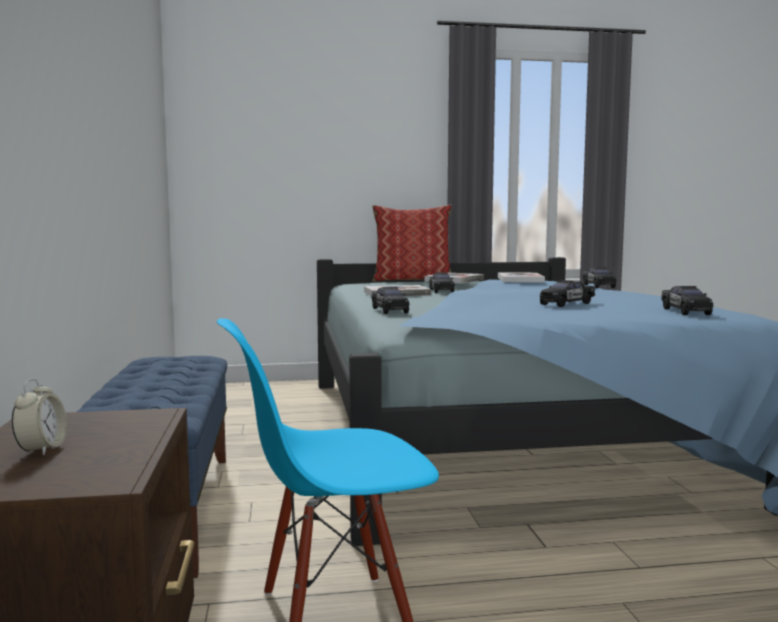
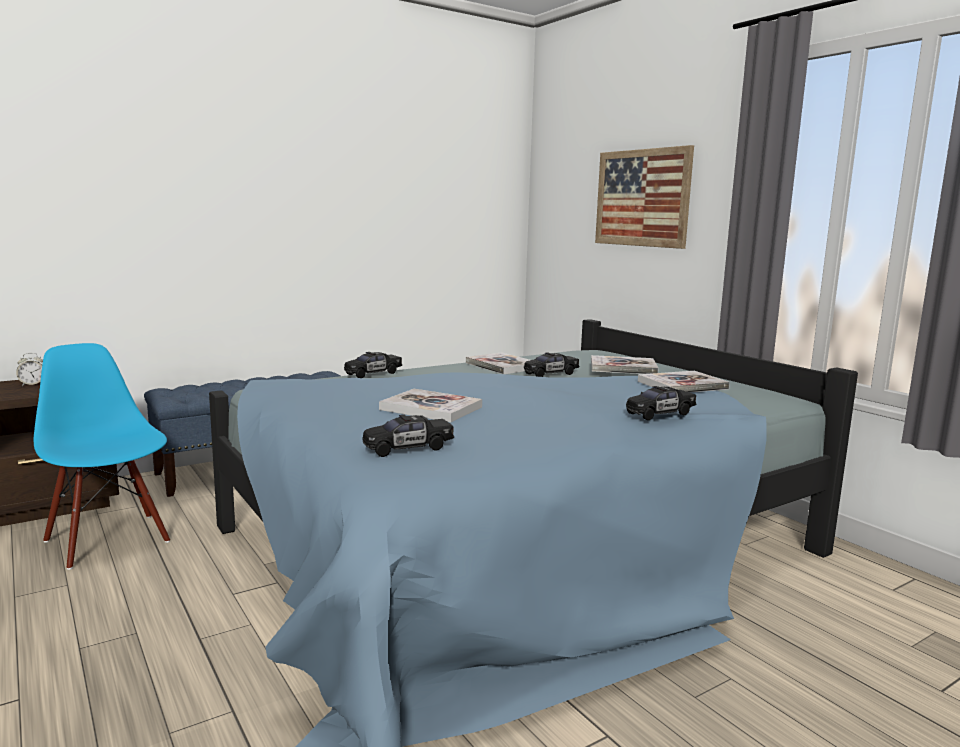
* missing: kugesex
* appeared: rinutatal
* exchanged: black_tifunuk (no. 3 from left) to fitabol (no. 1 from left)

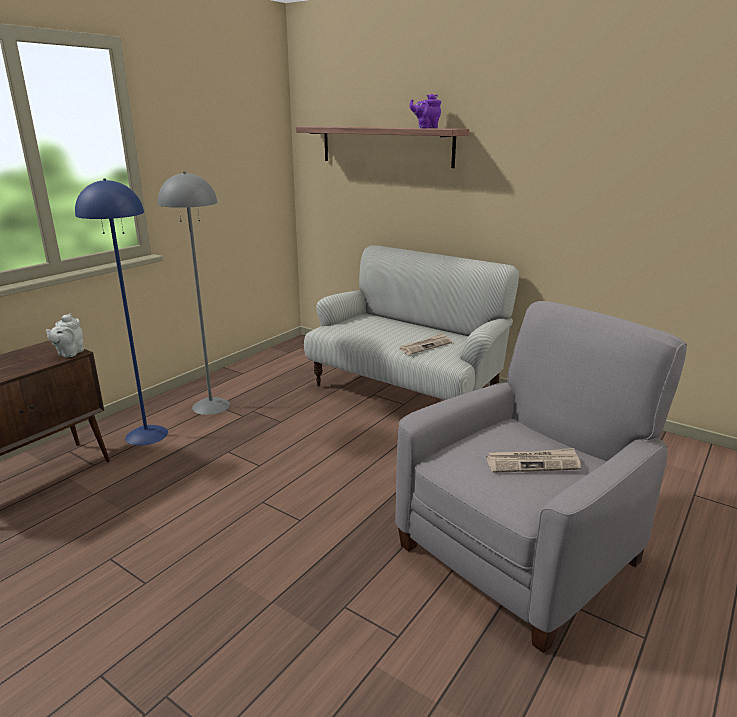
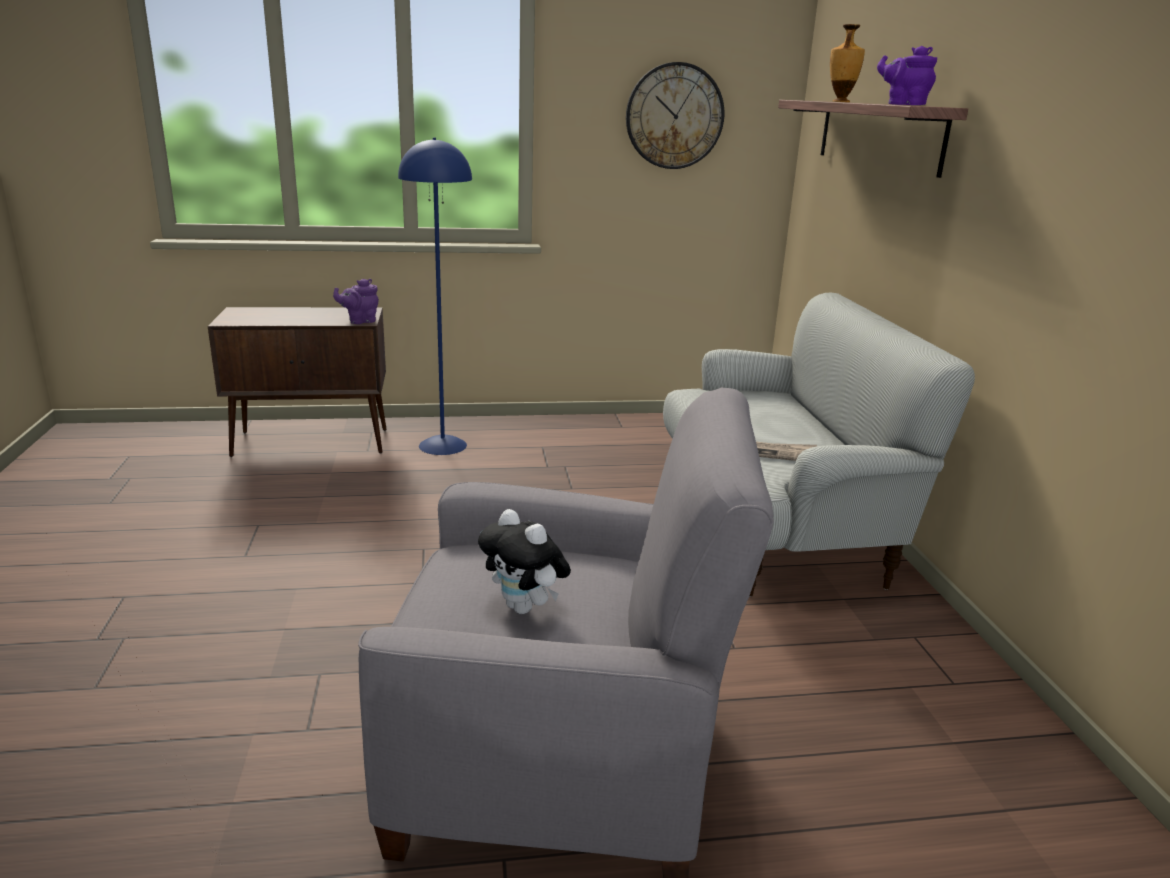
* missing: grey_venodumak
* appeared: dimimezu
* appeared: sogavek
* exchanged: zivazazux (no. 2 from left) to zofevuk
* colour: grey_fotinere to purple_fotinere (no. 1 from left)

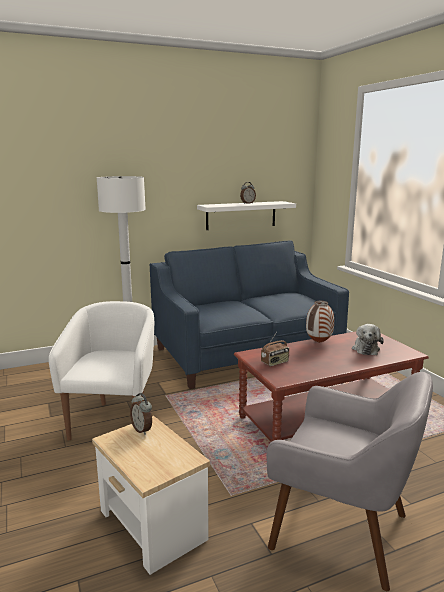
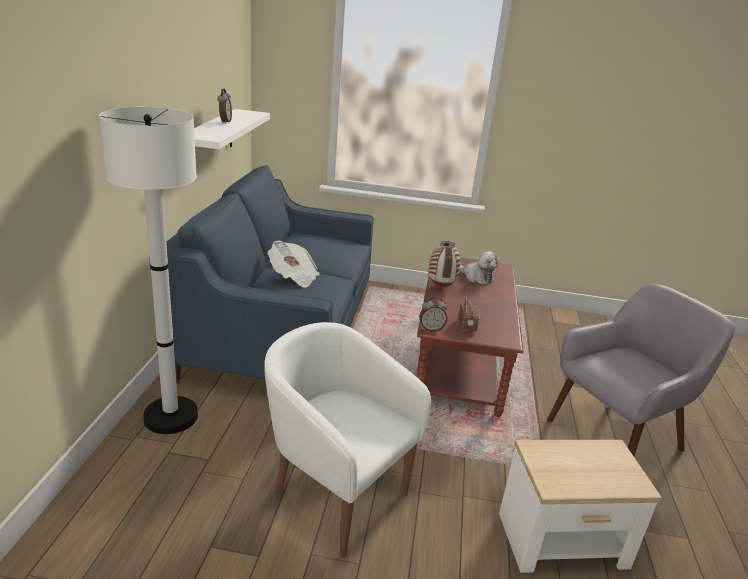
* appeared: zivazazux
* relocated: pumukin (no. 1 from left in the first image) to pumukin (no. 2 from left)

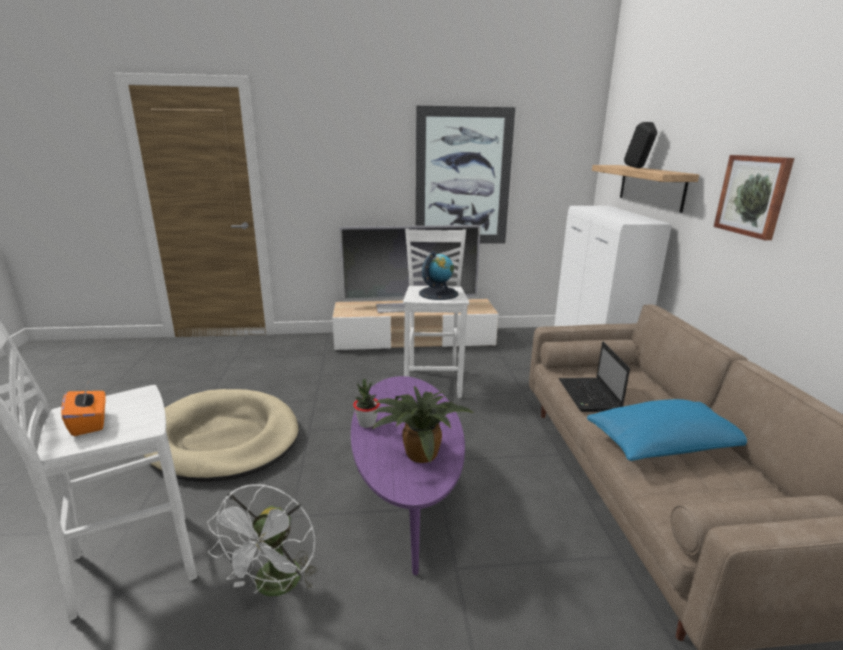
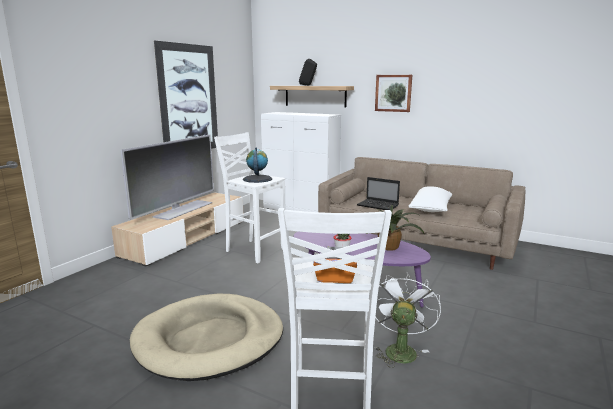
* colour: blue_kugesex to white_kugesex
* spun: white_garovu 120 degrees counterclockwise

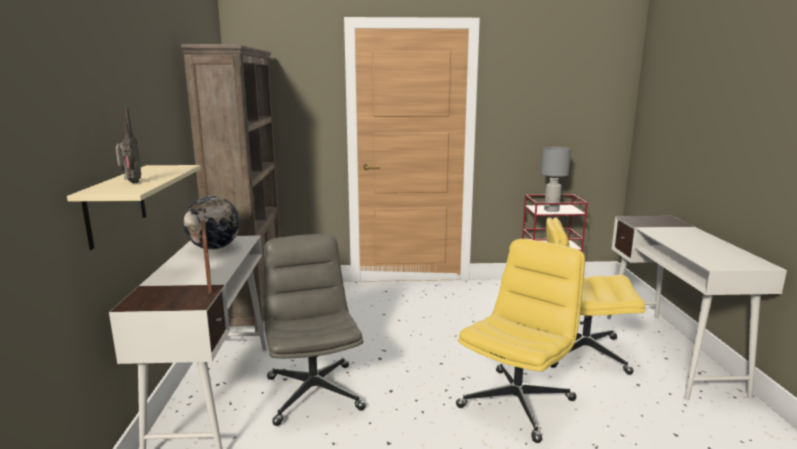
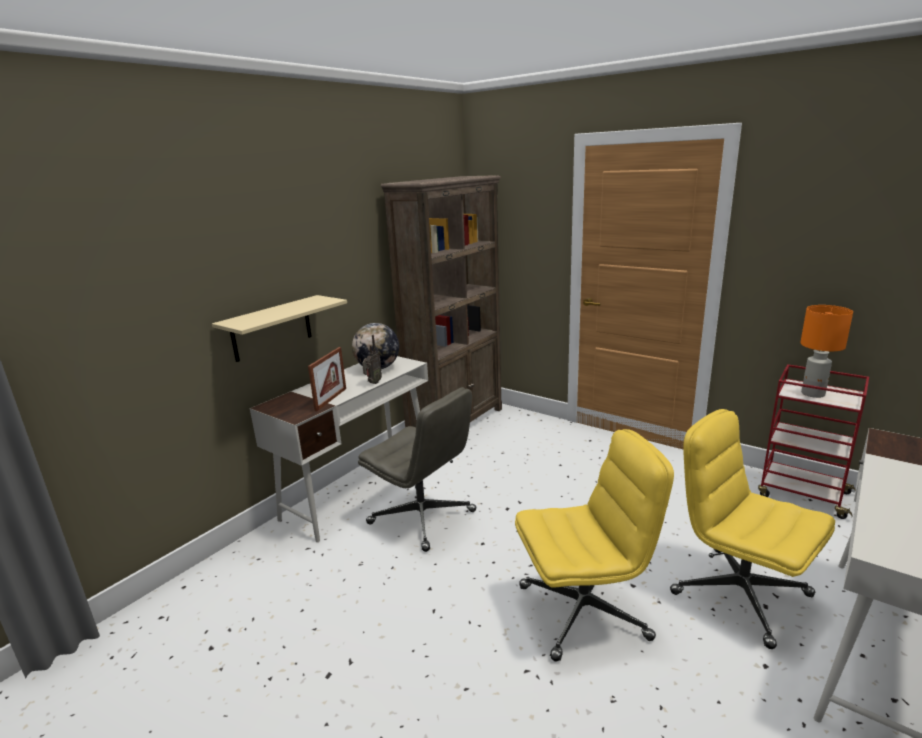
* relocated: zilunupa
* colour: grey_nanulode to orange_nanulode
* spun: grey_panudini 105 degrees clockwise

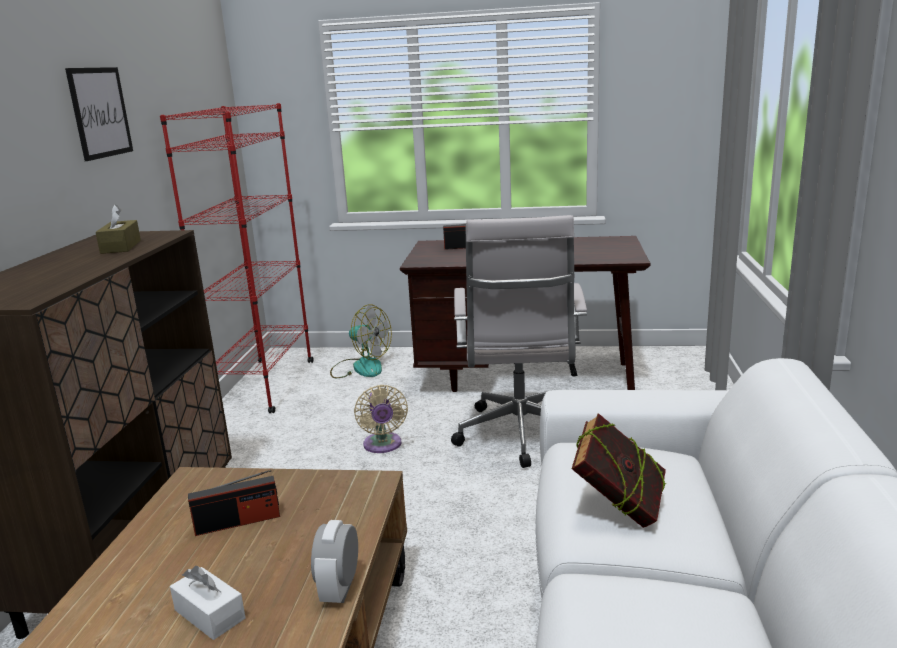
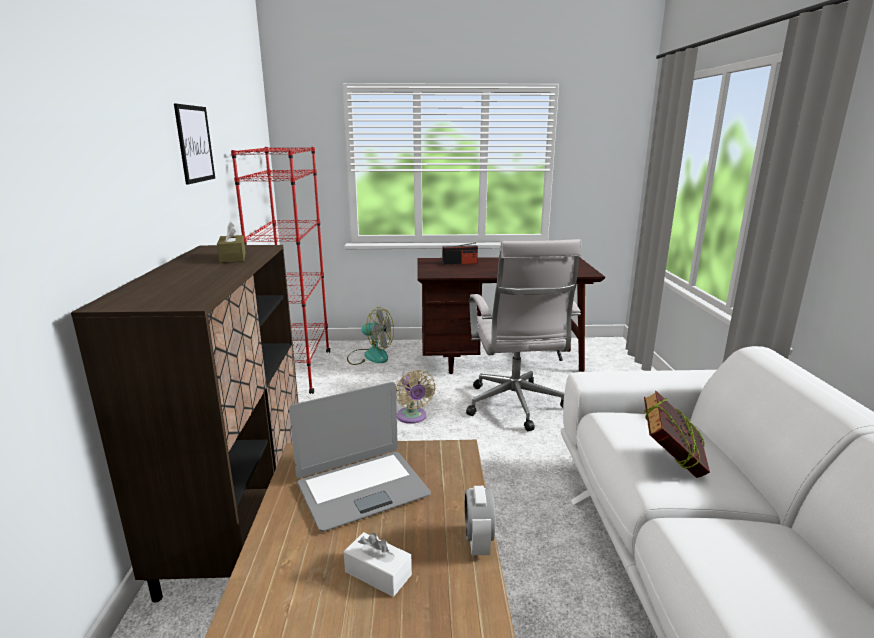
* exchanged: zilunupa (no. 1 from left) to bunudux

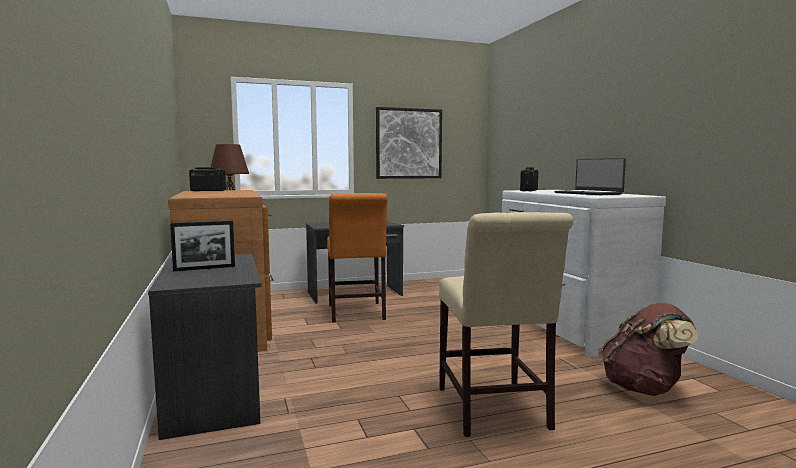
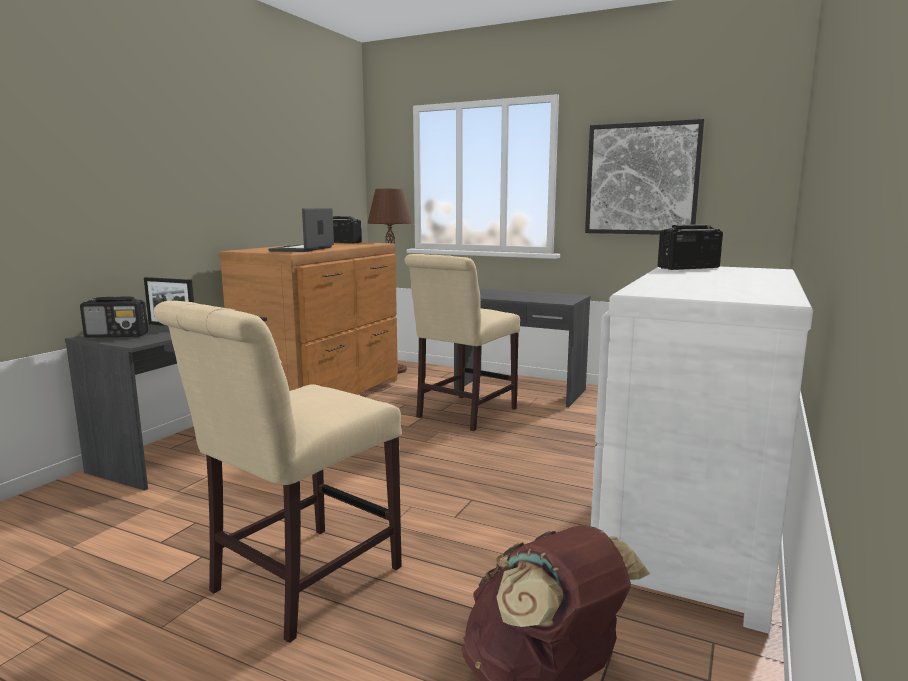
* appeared: zilunupa (no. 1 from left)
* relocated: bunudux
* colour: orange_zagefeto to beige_zagefeto (no. 2 from left)

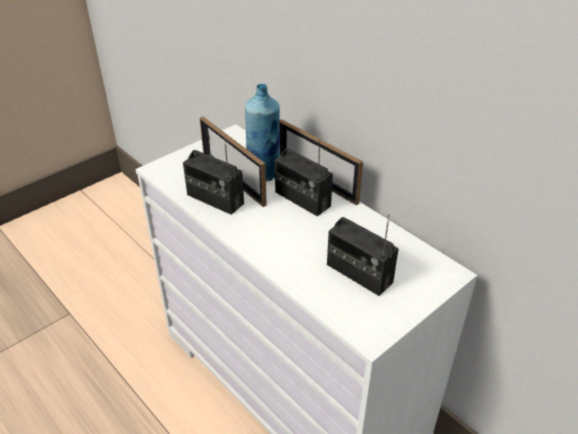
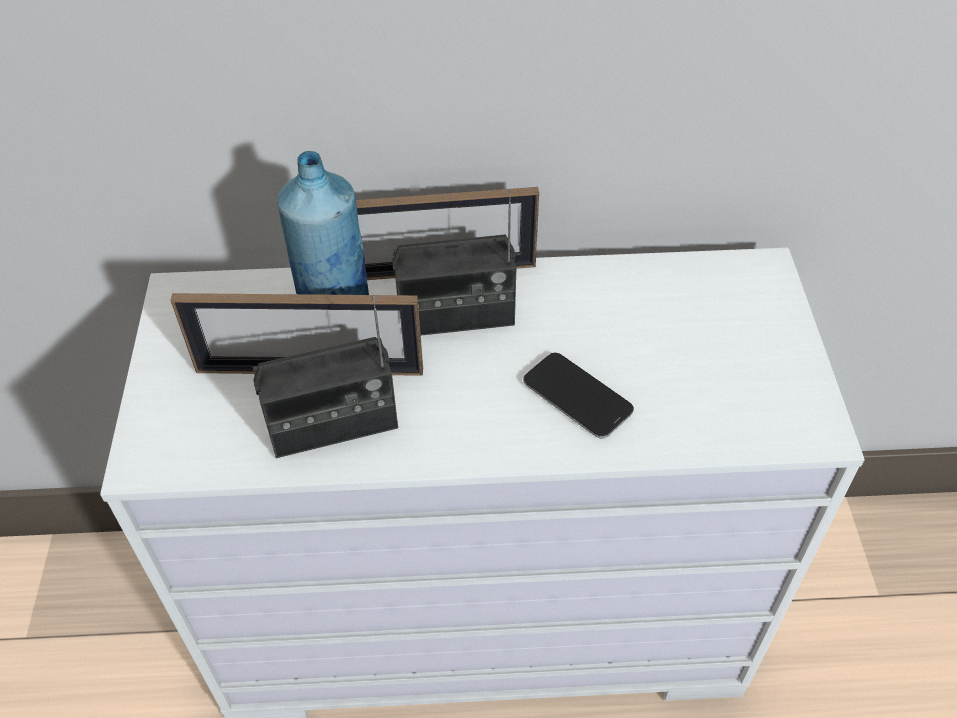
* missing: zilunupa (no. 3 from left)
* appeared: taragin

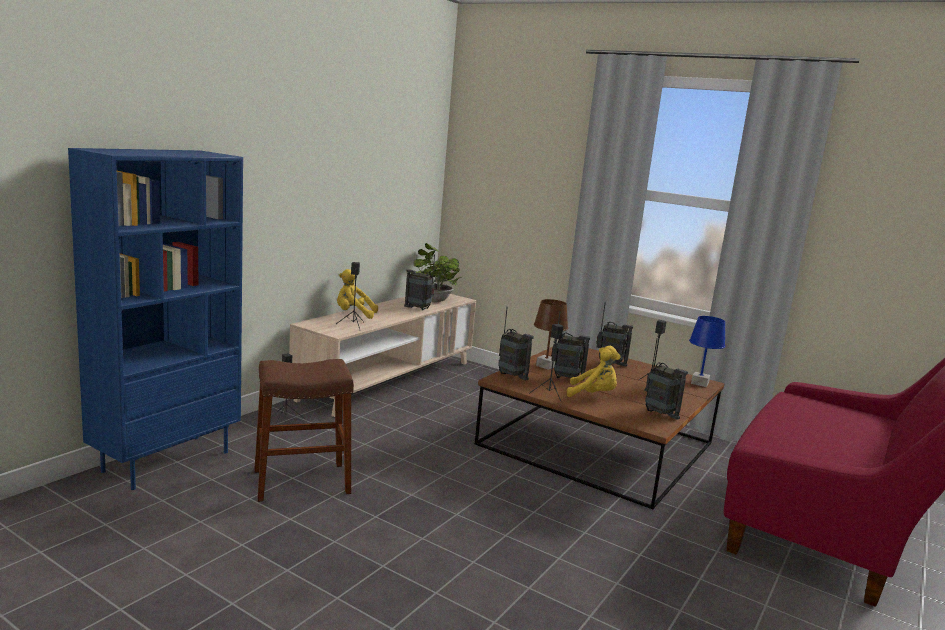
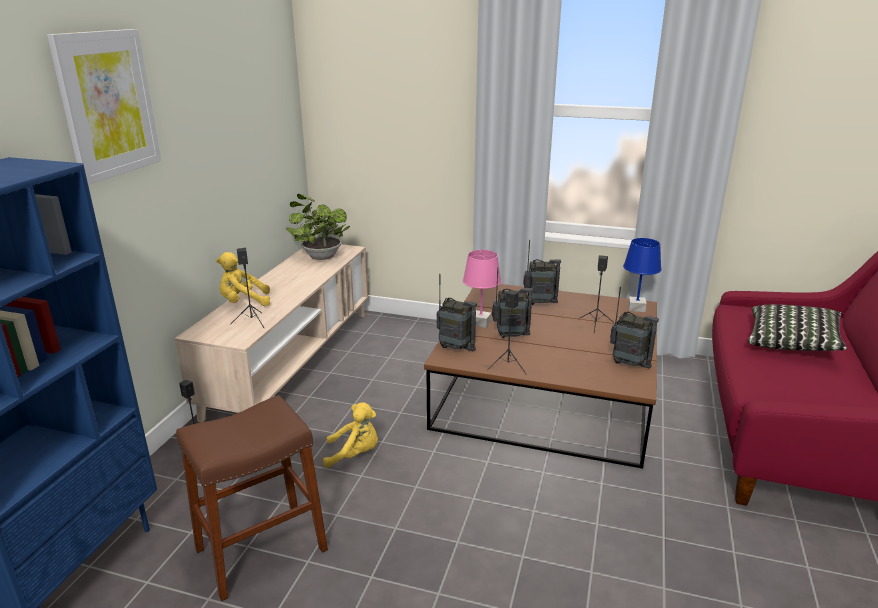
* missing: zilunupa (no. 1 from left)
* appeared: rinutatal
* appeared: kugesex
* relocated: yellow_zofevuk (no. 2 from left)
* colour: brown_nanulode to pink_nanulode

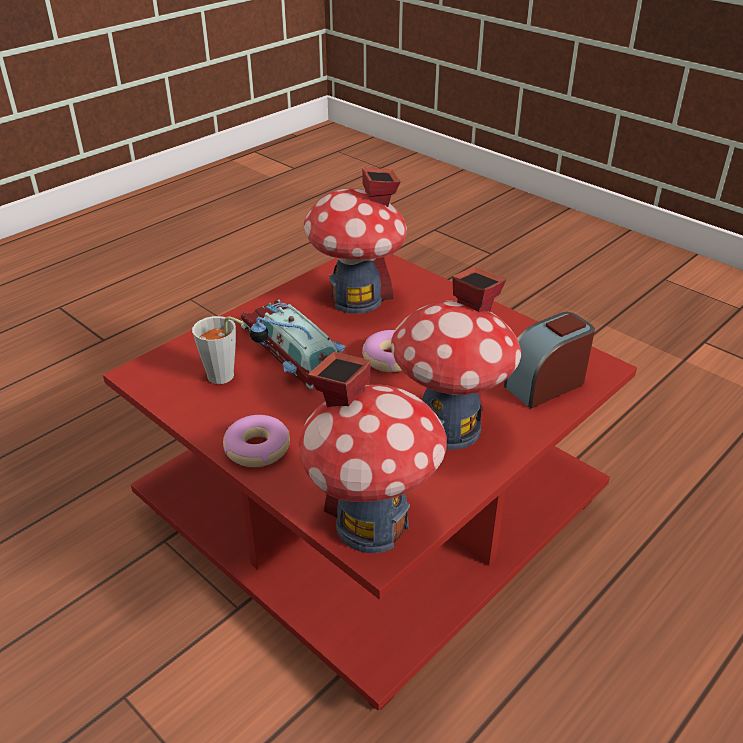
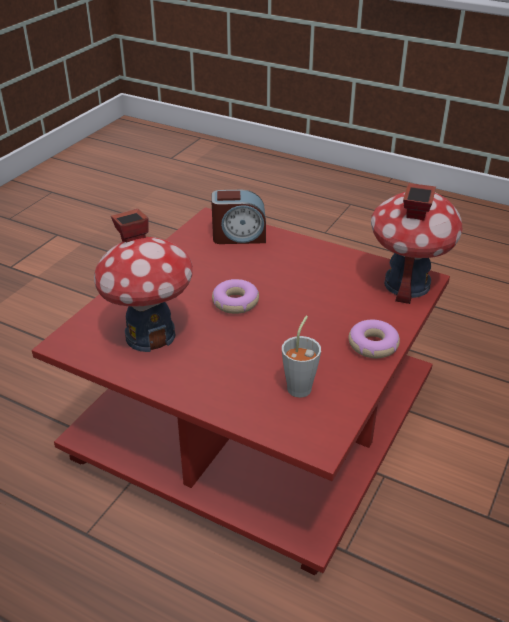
* missing: tifunuk
* missing: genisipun (no. 3 from left)
* spun: pumukin 45 degrees counterclockwise

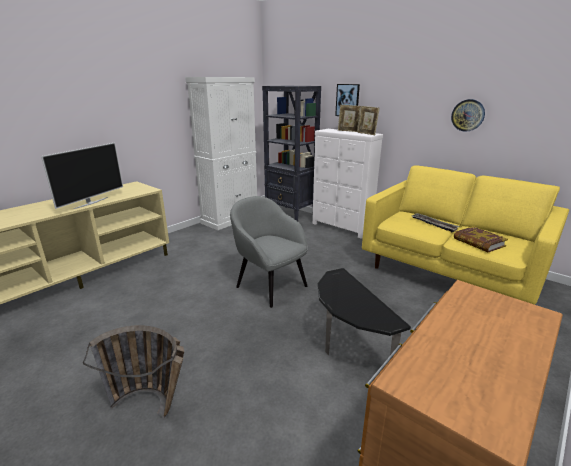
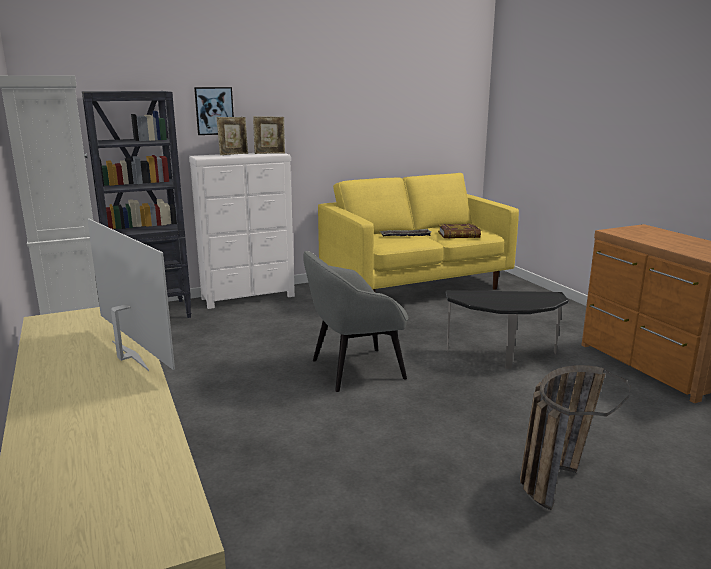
* missing: dimimezu

